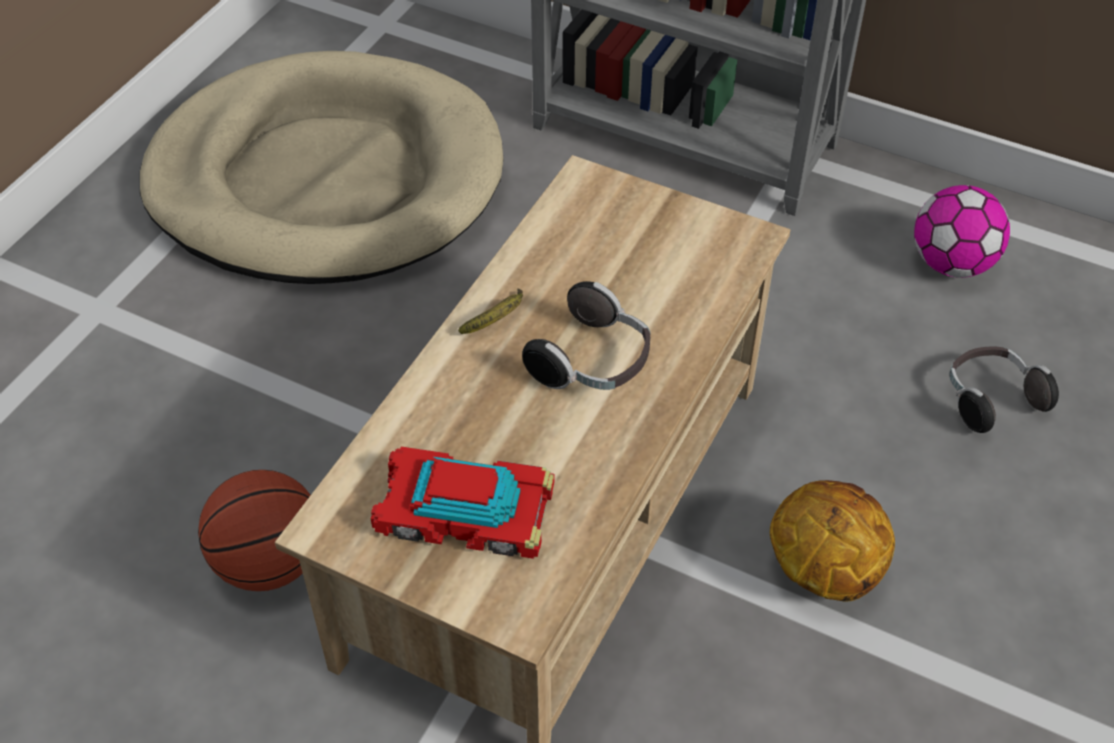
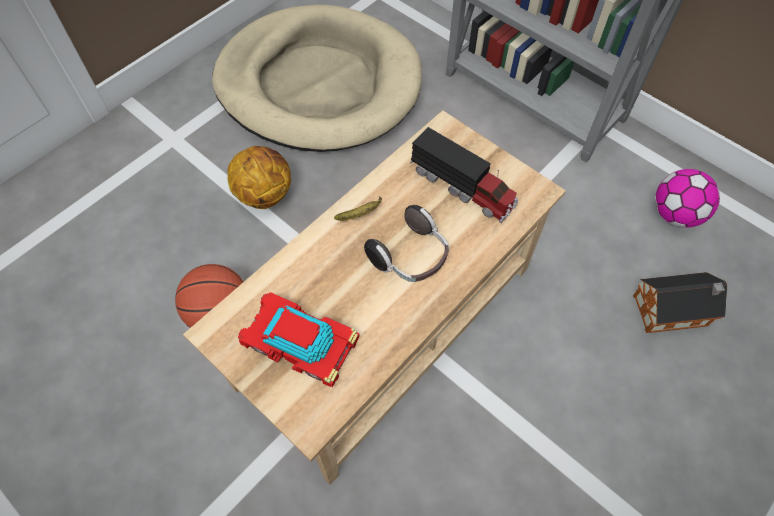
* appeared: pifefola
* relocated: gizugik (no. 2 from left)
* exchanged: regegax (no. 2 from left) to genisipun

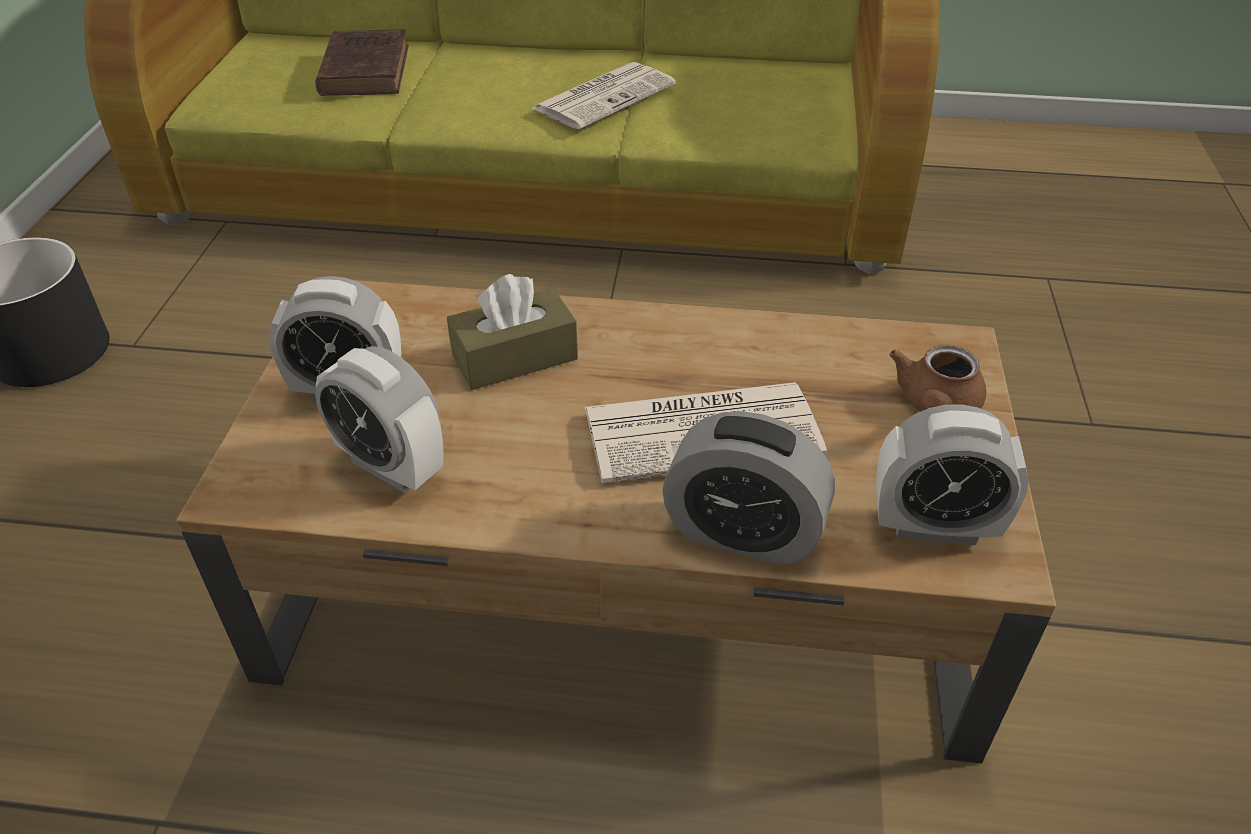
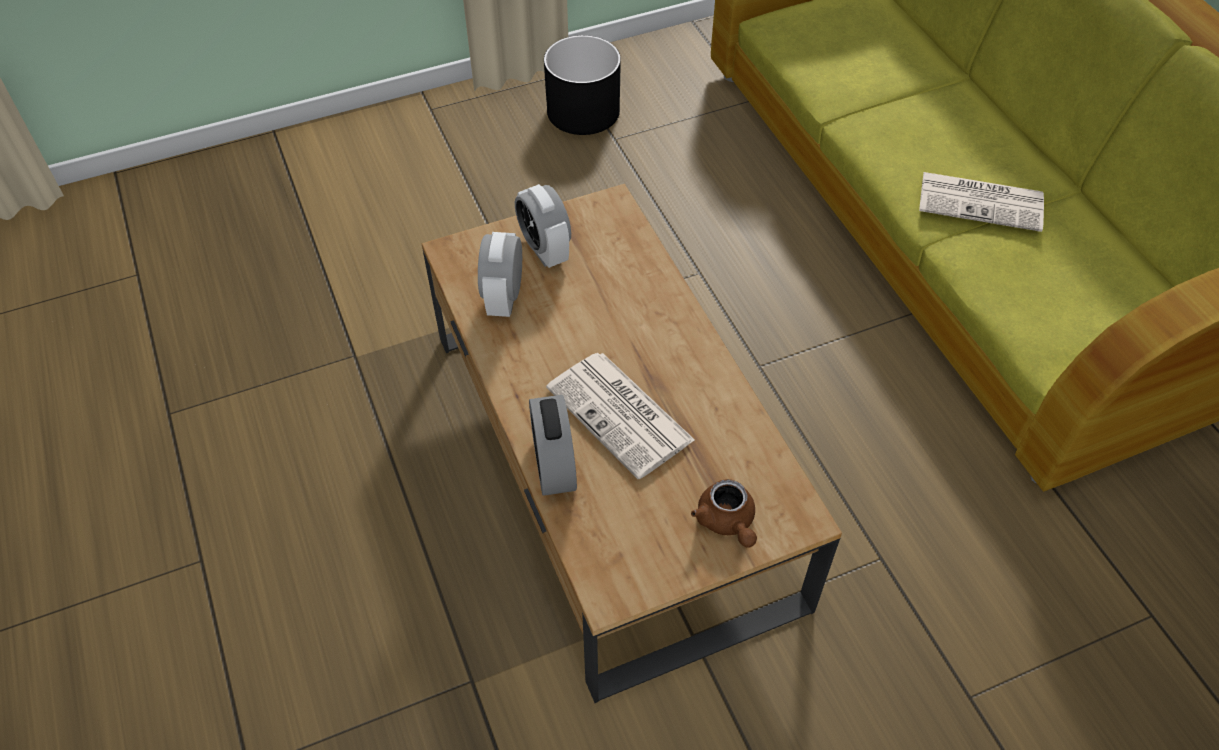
* missing: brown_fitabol
* missing: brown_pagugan
* missing: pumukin (no. 4 from left)
* spun: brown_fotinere 105 degrees counterclockwise

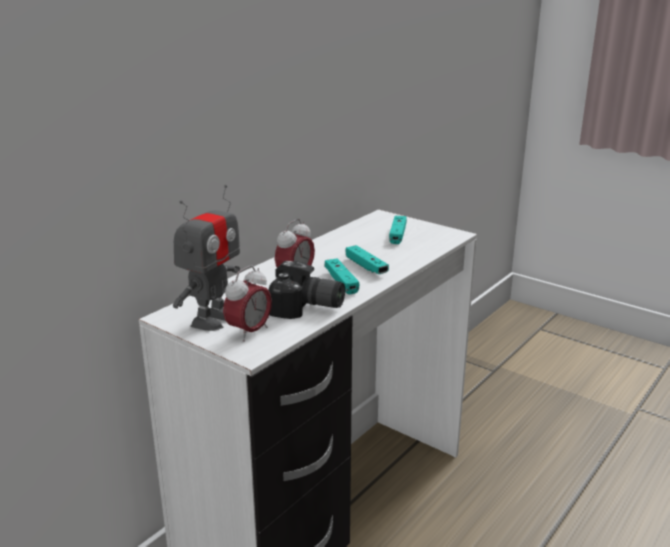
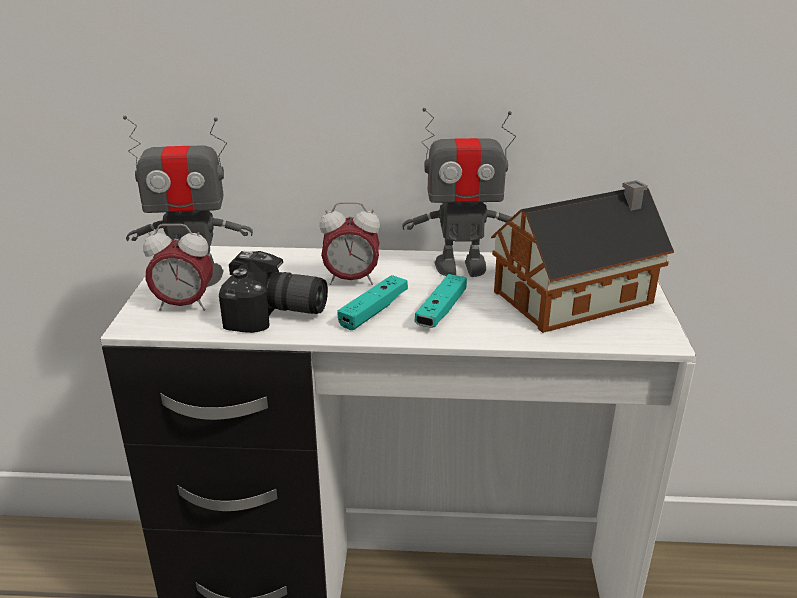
* appeared: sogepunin (no. 2 from left)
* exchanged: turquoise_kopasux (no. 3 from left) to genisipun
* spun: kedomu 60 degrees counterclockwise

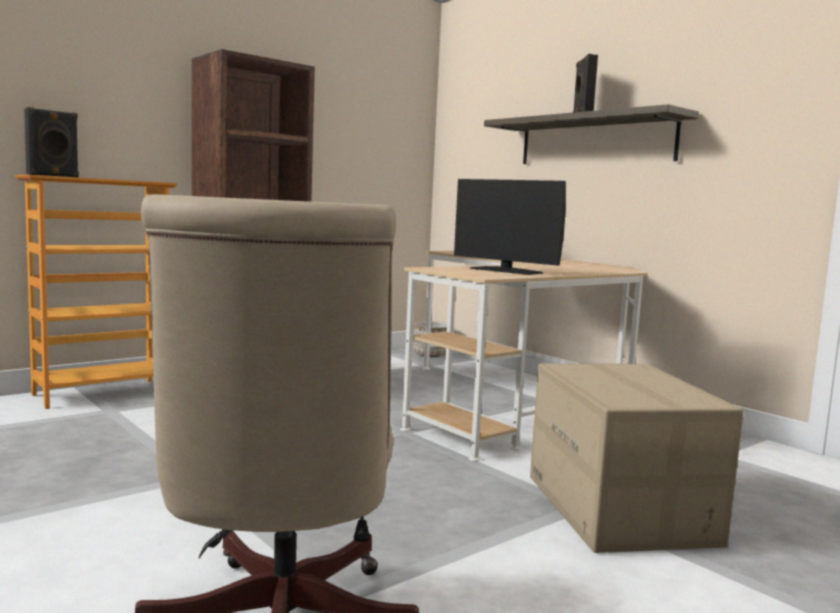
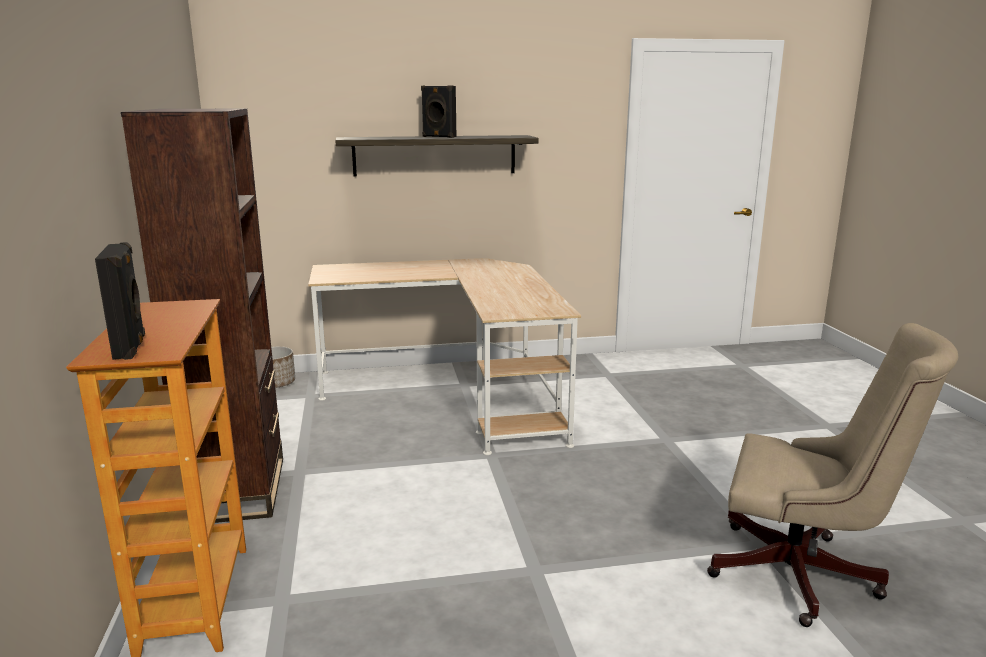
* missing: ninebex
* missing: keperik

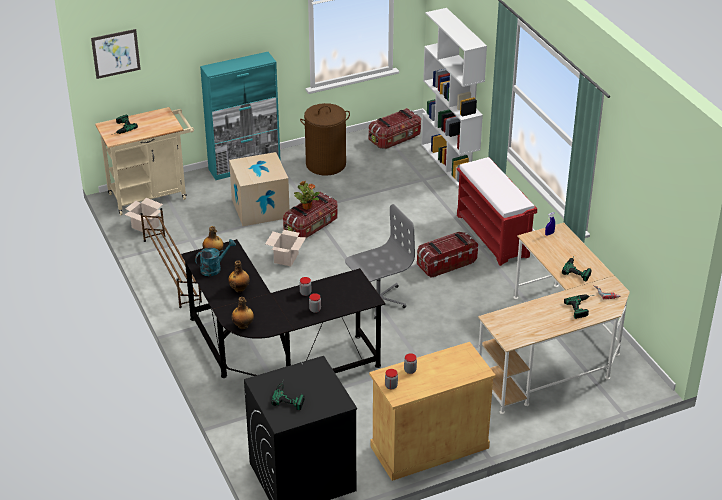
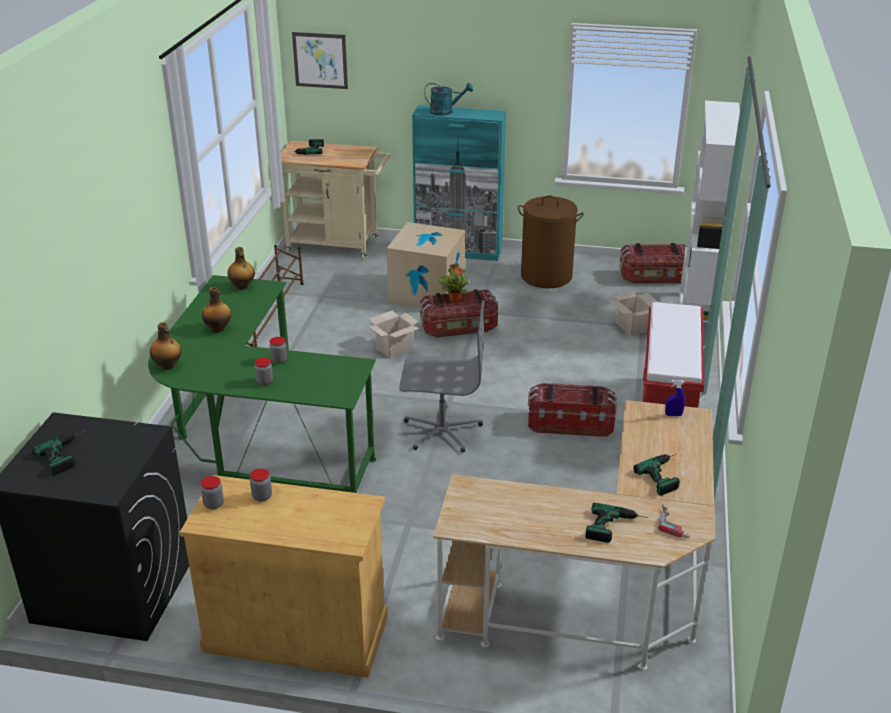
* relocated: keperik (no. 1 from left in the first image) to keperik (no. 3 from left)
* relocated: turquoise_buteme
* colour: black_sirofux to green_sirofux

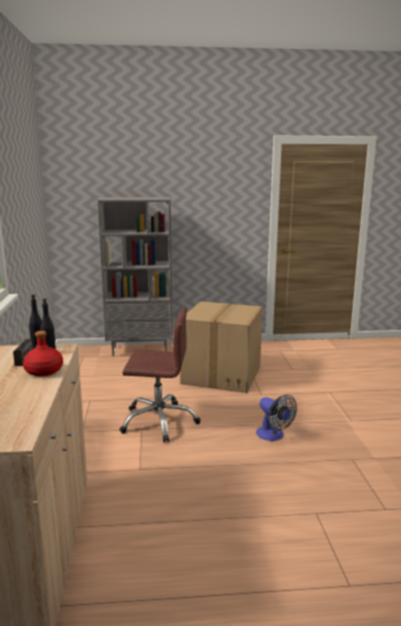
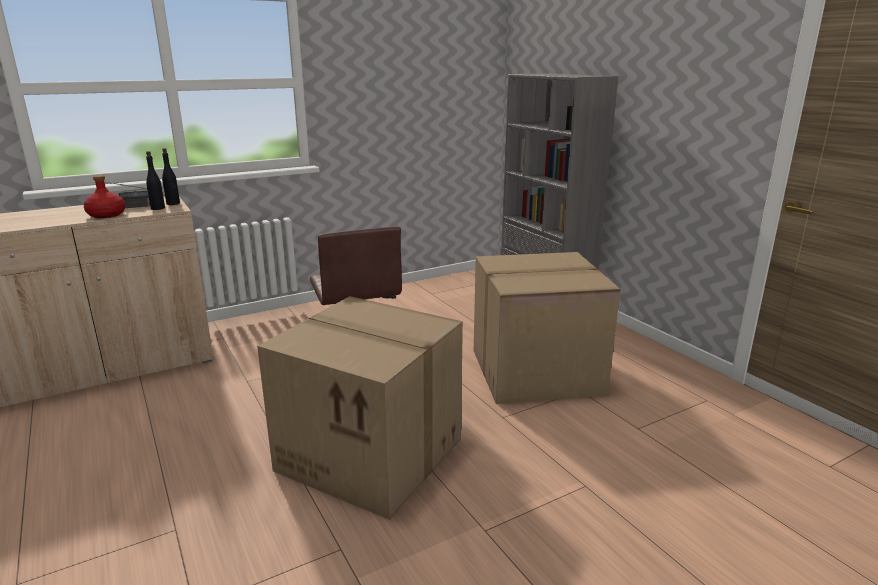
* exchanged: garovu to keperik (no. 1 from left)

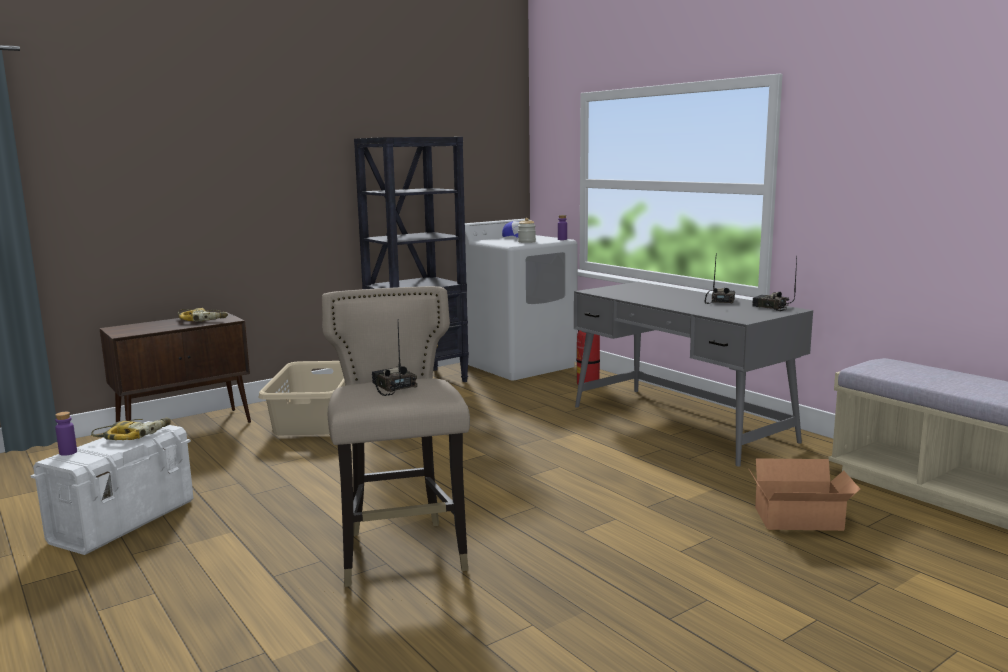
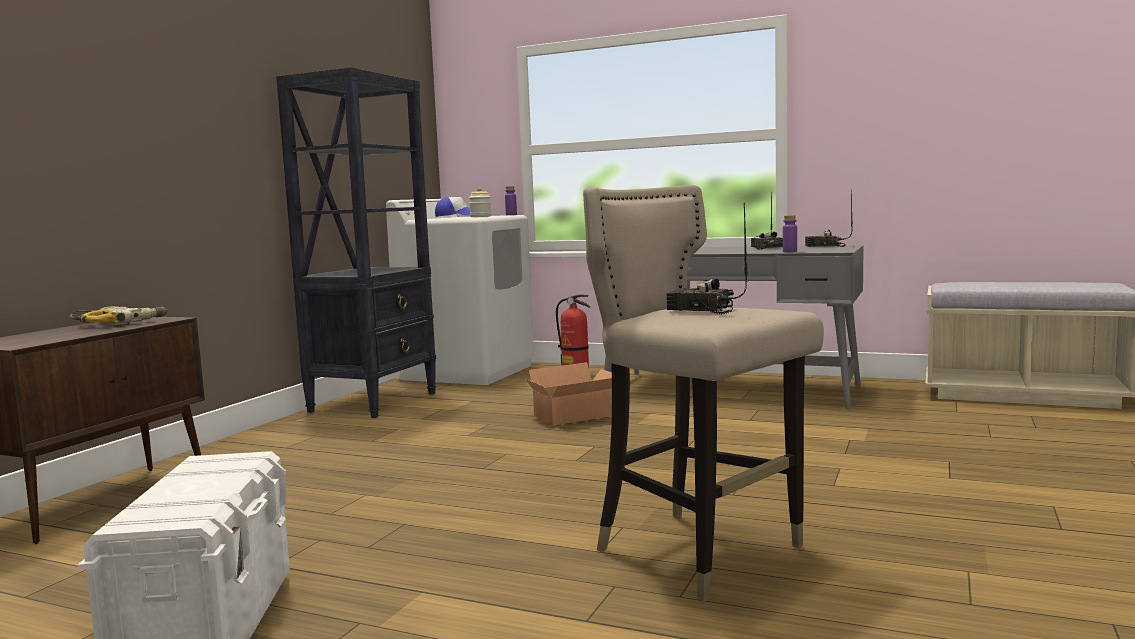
* missing: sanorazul (no. 1 from left)
* missing: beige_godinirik
* relocated: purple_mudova (no. 1 from left in the first image) to purple_mudova (no. 2 from left)
* relocated: keperik

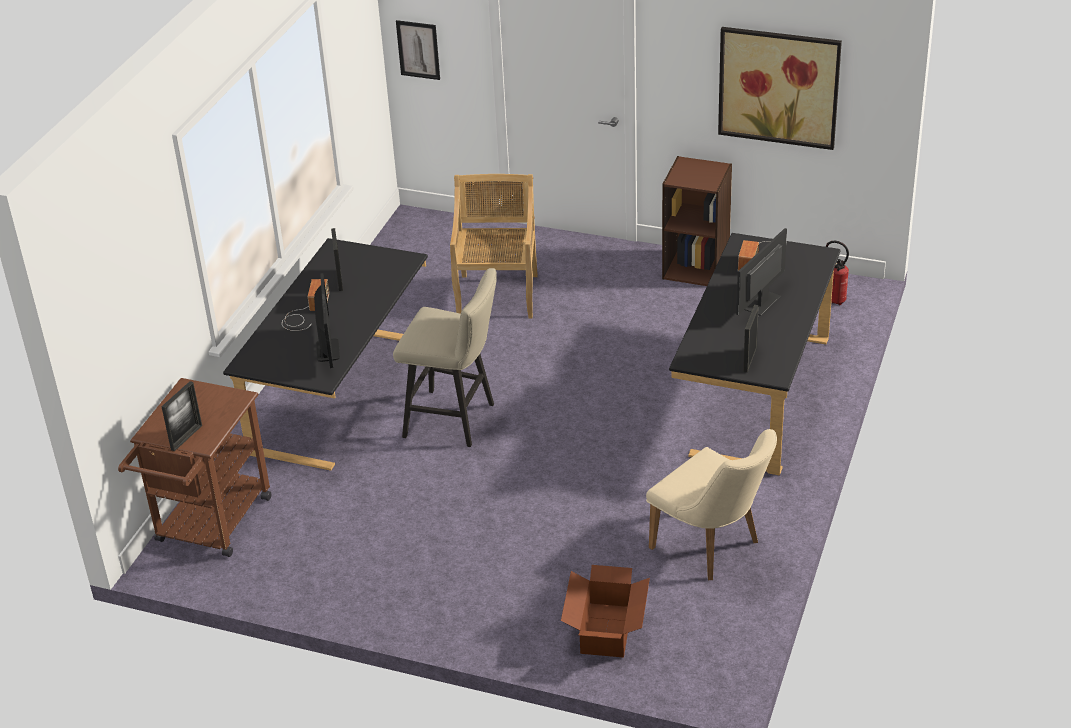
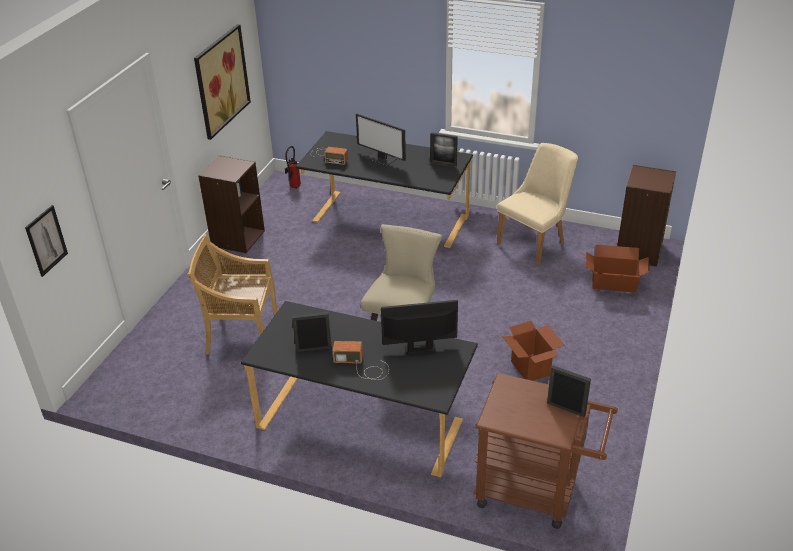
* appeared: keperik (no. 1 from left)
* appeared: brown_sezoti (no. 2 from left)

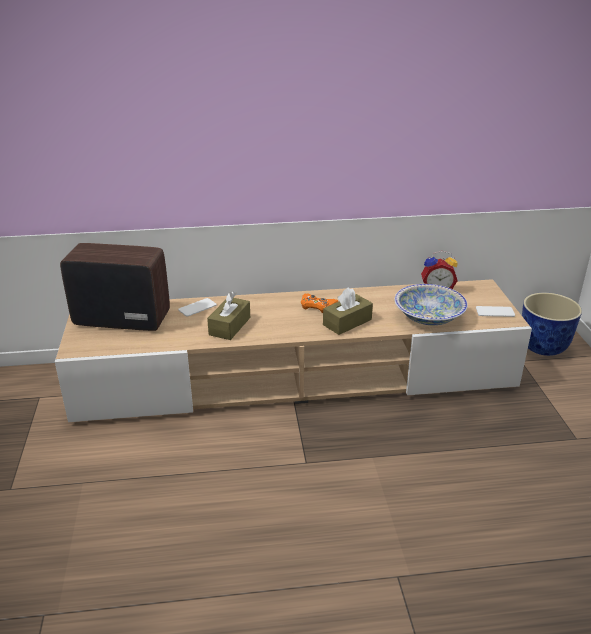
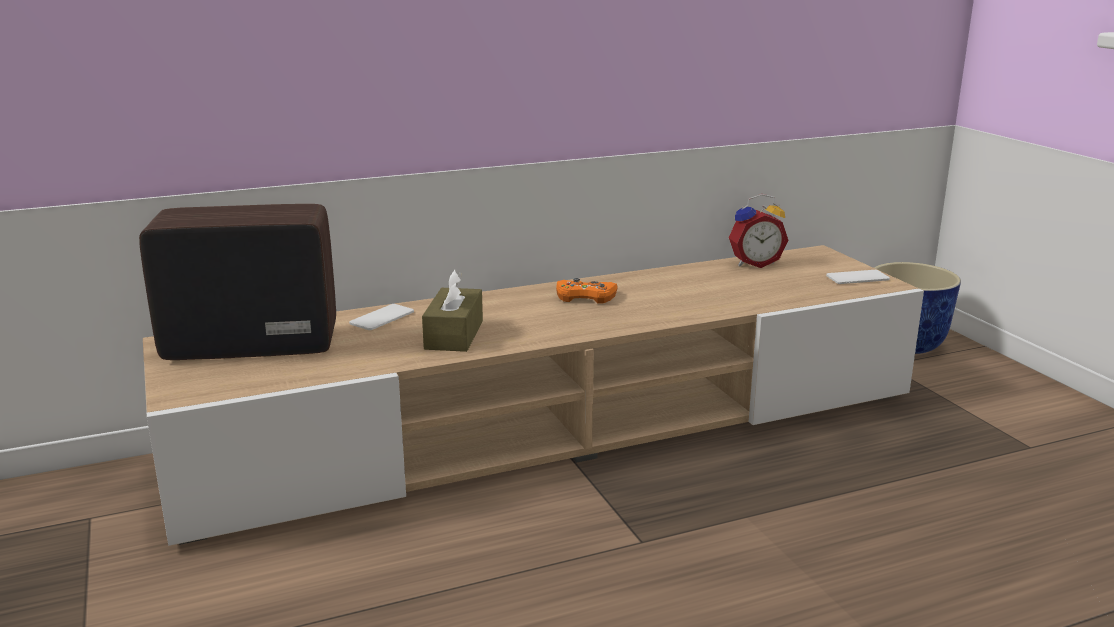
* missing: brown_pagugan (no. 2 from left)
* missing: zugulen

